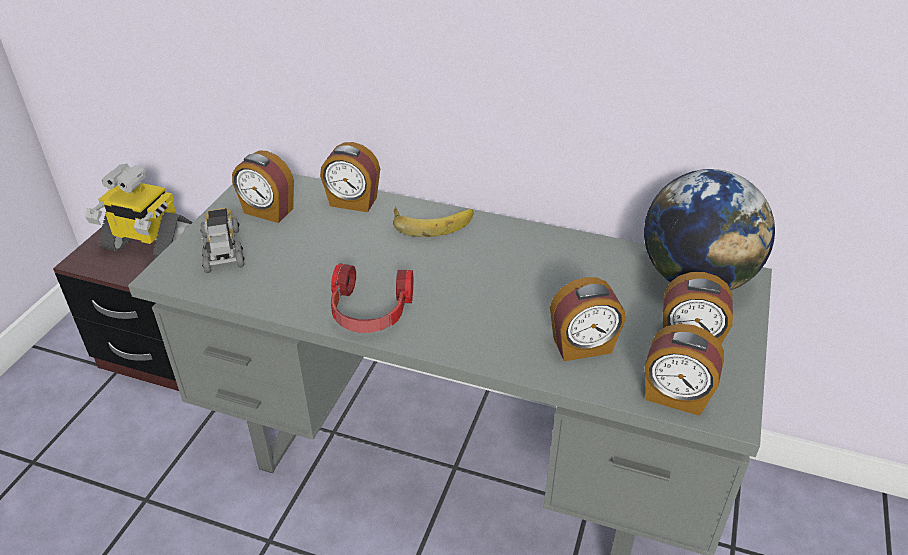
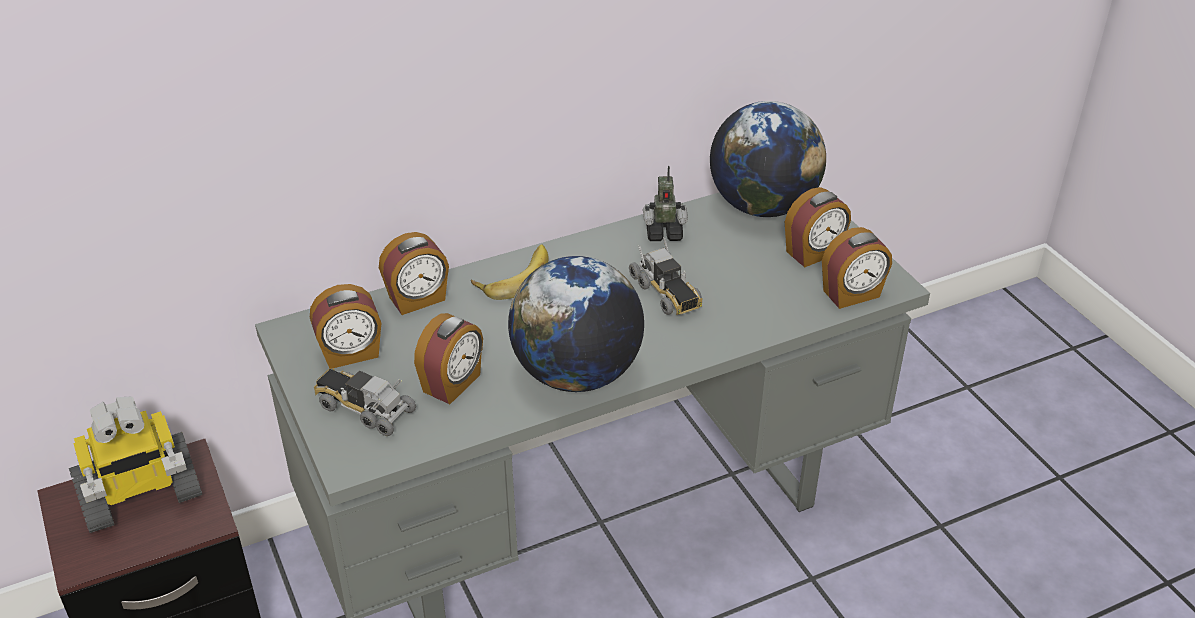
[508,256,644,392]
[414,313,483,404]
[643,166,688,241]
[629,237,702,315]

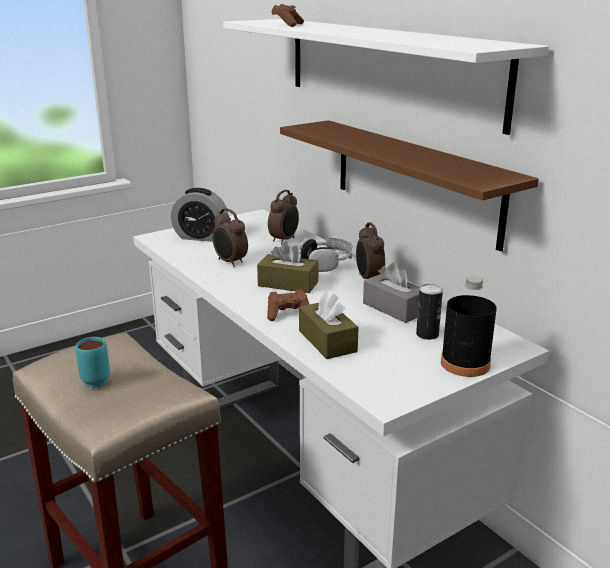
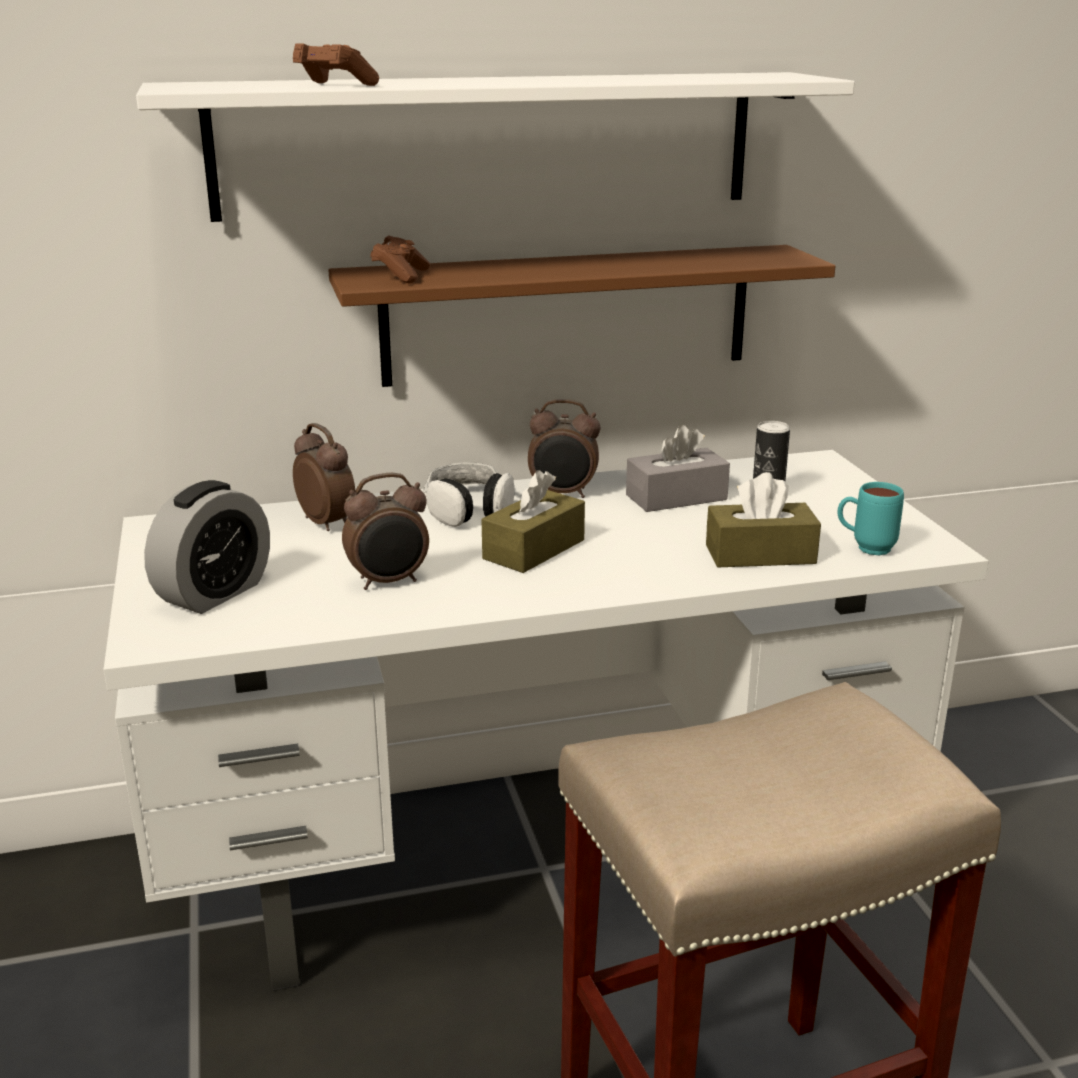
[441,276,497,377] (first image)
[370,235,430,284]
[838,482,904,555]

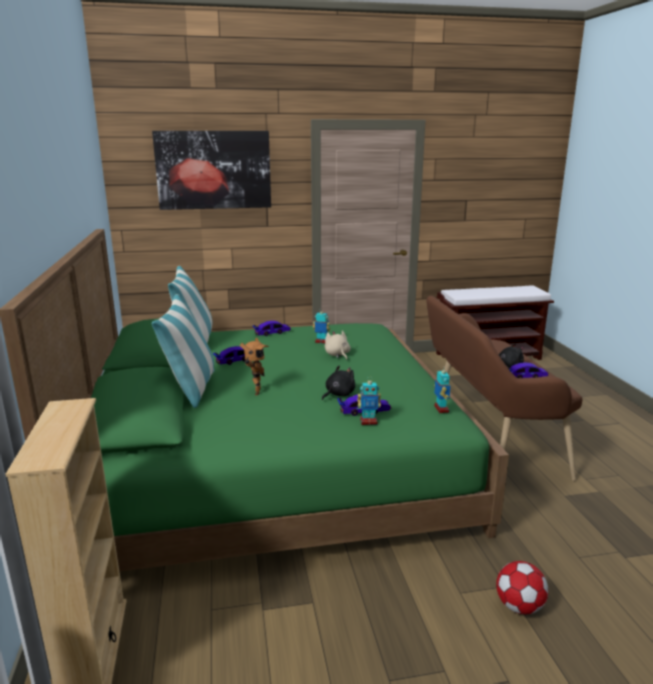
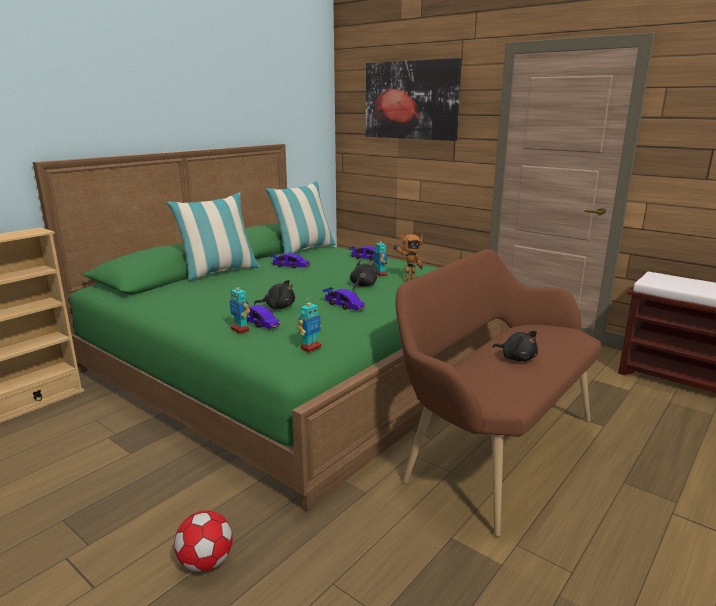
[350,260,377,290]
[393,233,423,282]
[323,287,366,311]

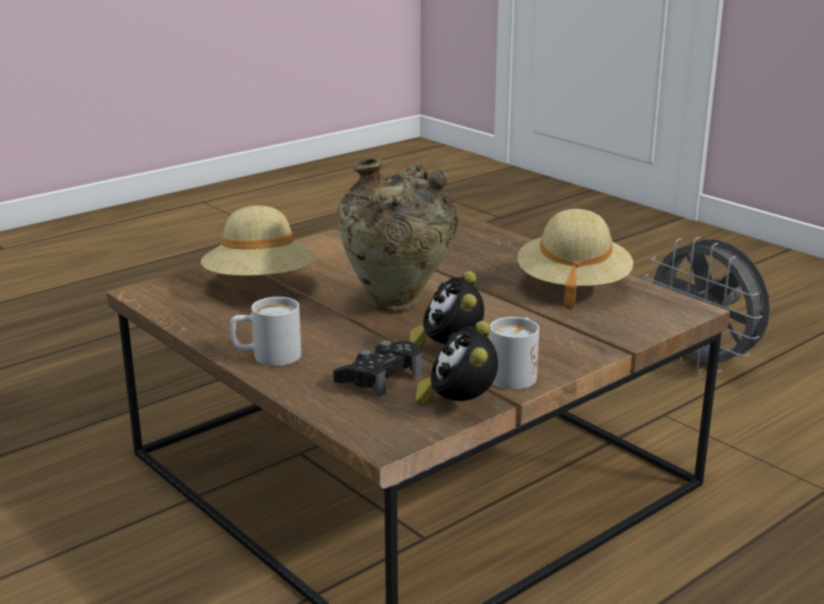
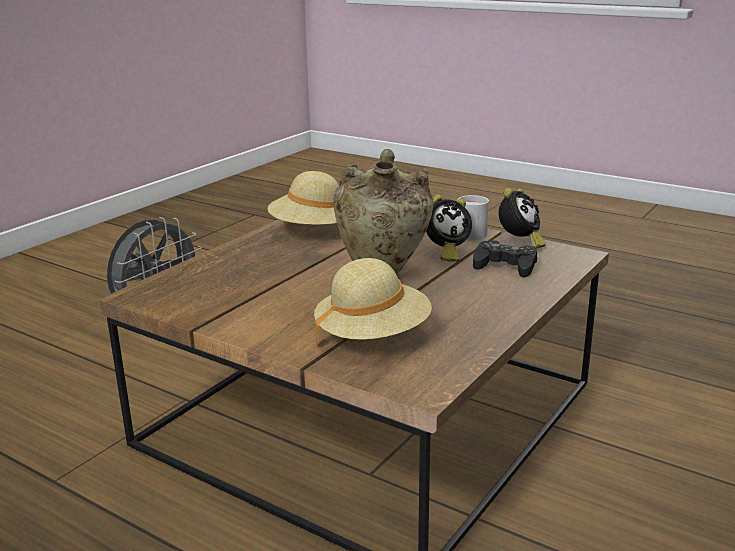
[230,297,301,366] (first image)
[499,188,546,249]

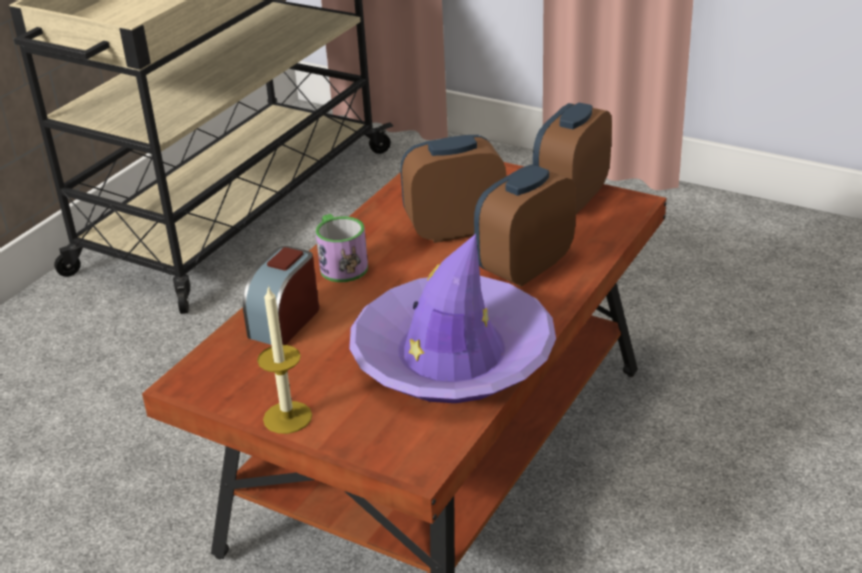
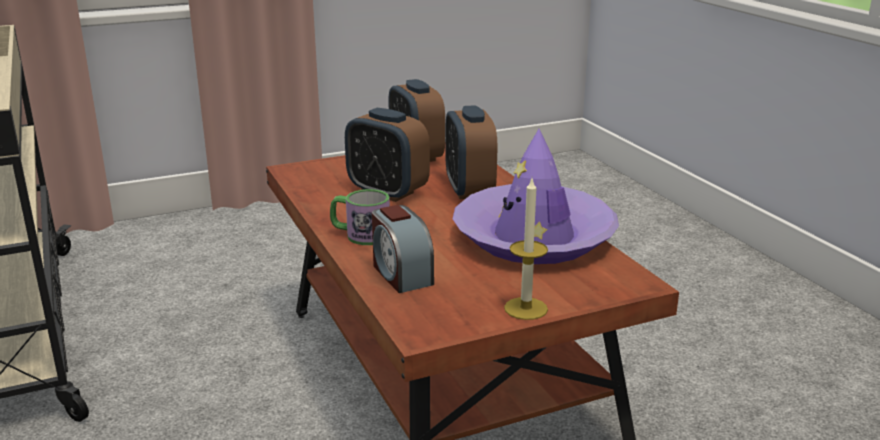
[345,108,430,202]

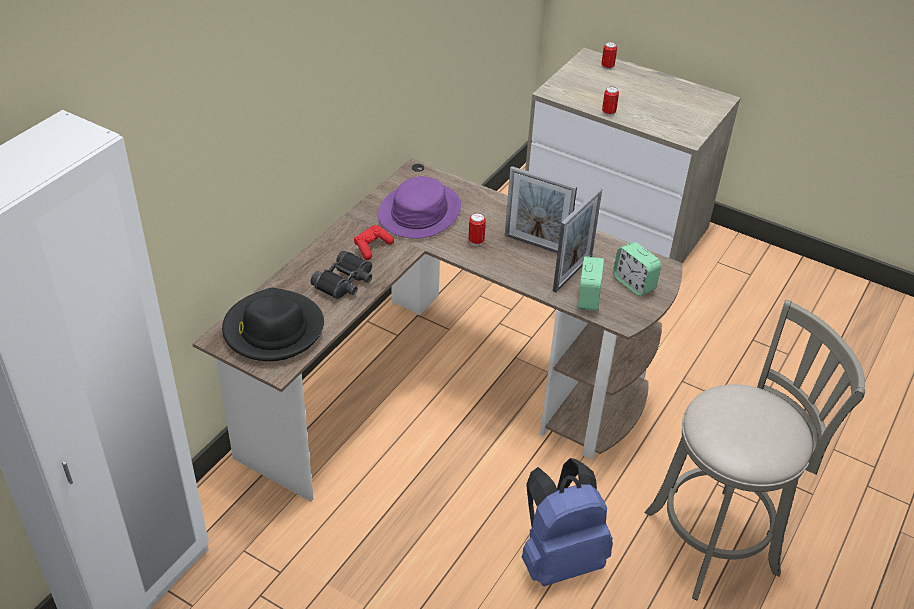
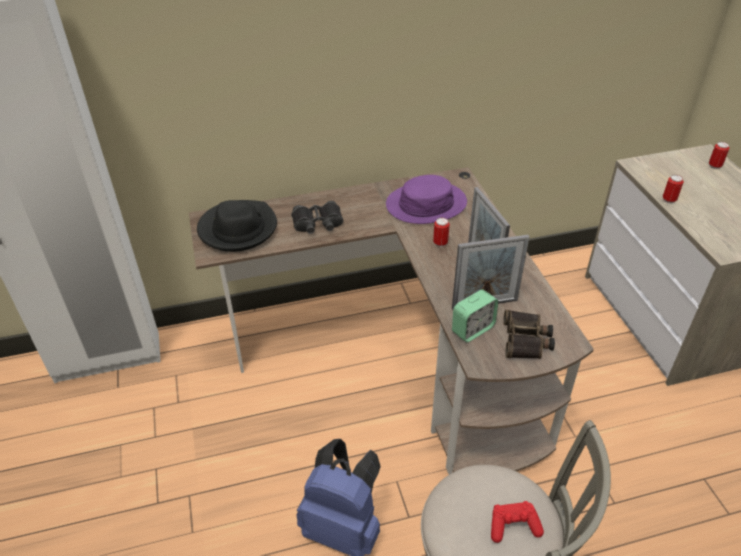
[491,501,544,543]
[503,310,555,359]

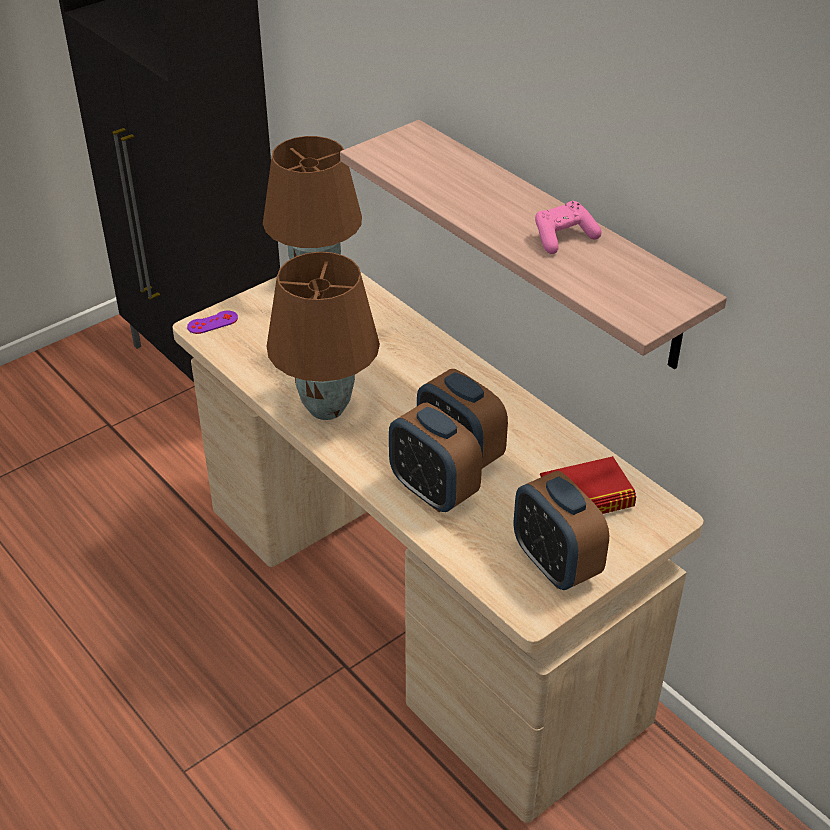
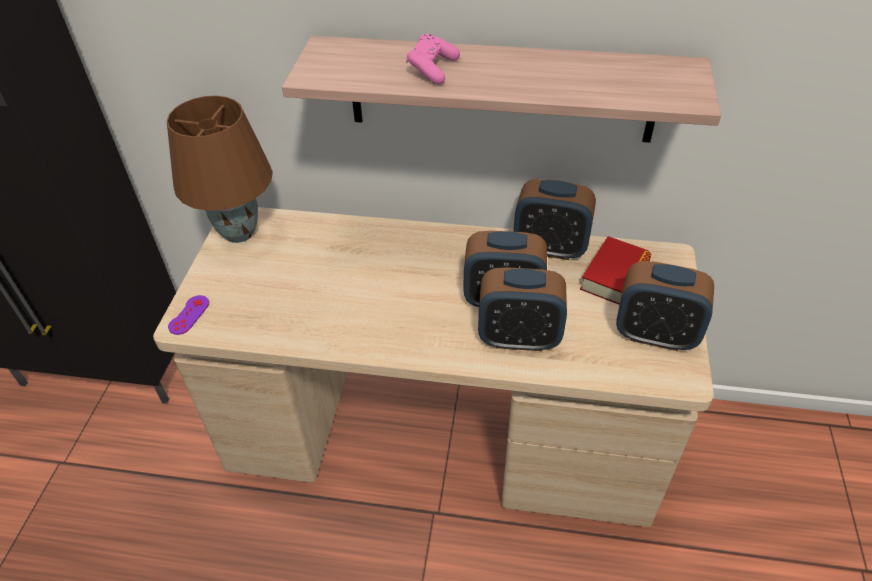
[406,34,460,84]
[266,252,380,420] (first image)
[514,179,596,260]

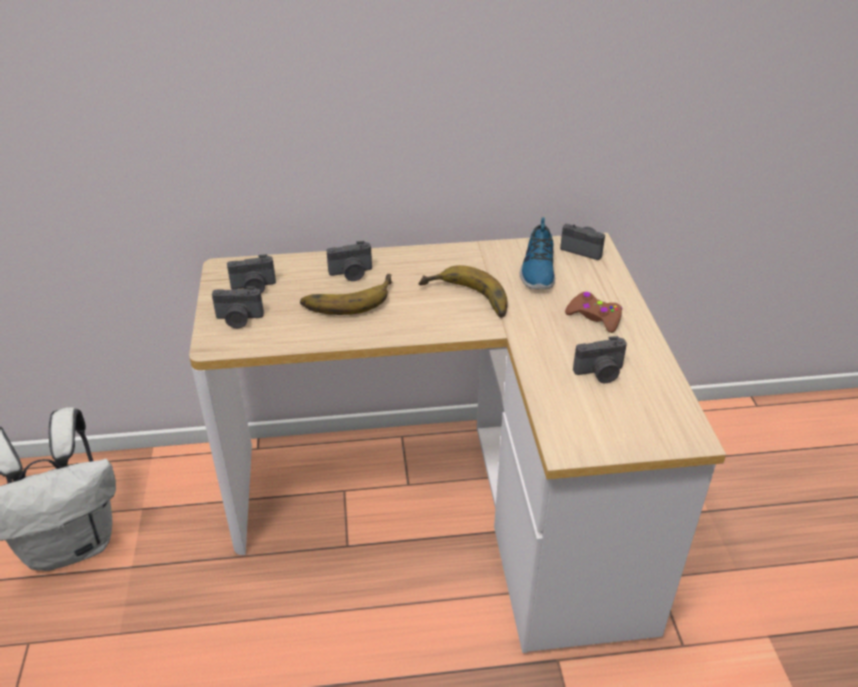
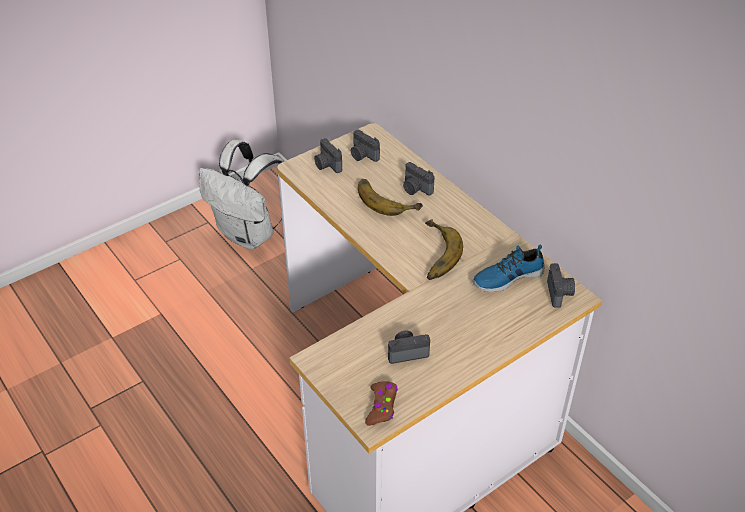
[365,381,398,426]
[388,331,430,364]

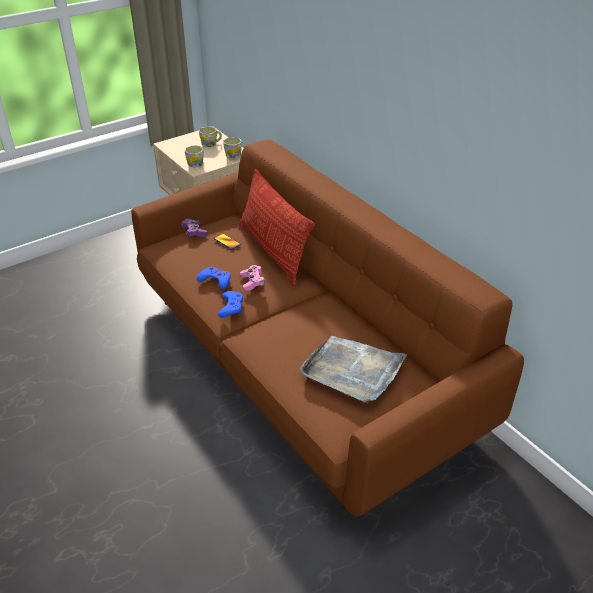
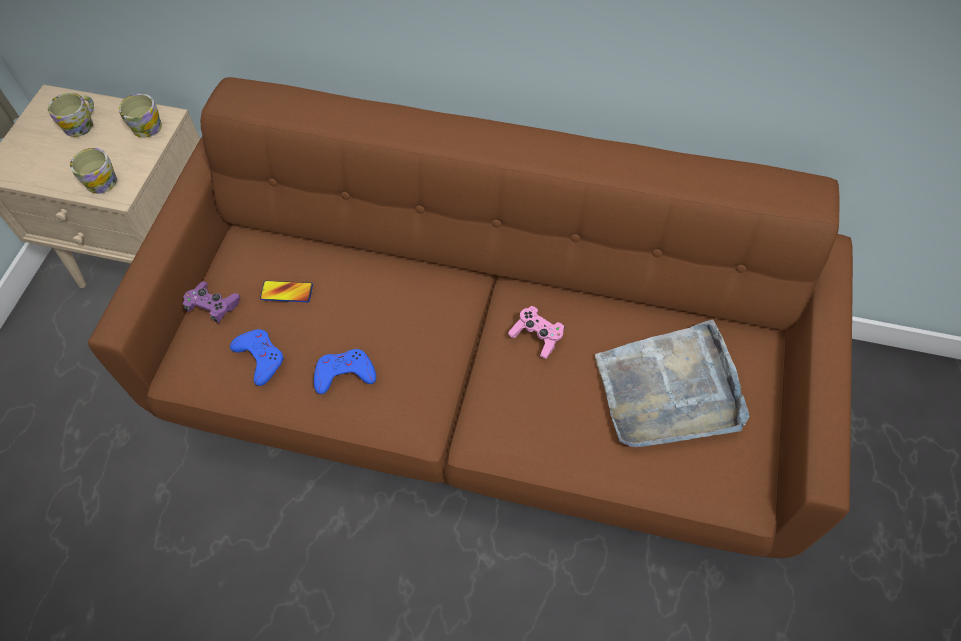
[238,169,315,285] (first image)
[508,306,565,359]
[230,329,284,386]

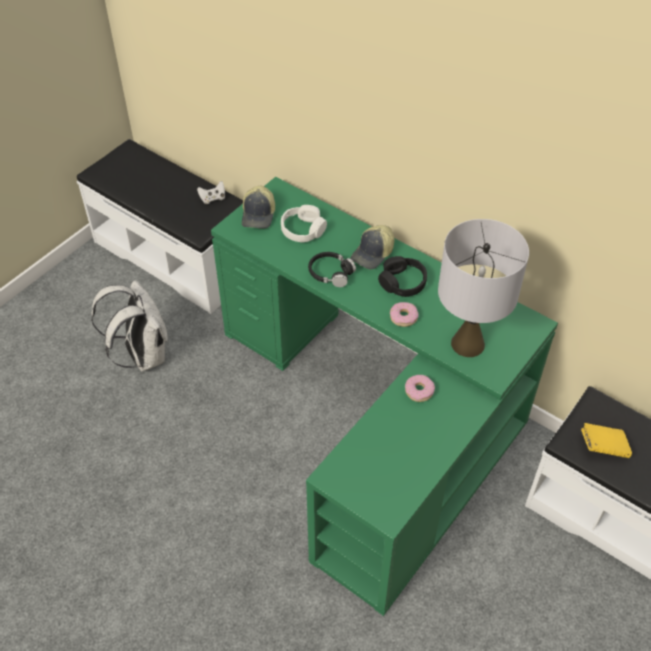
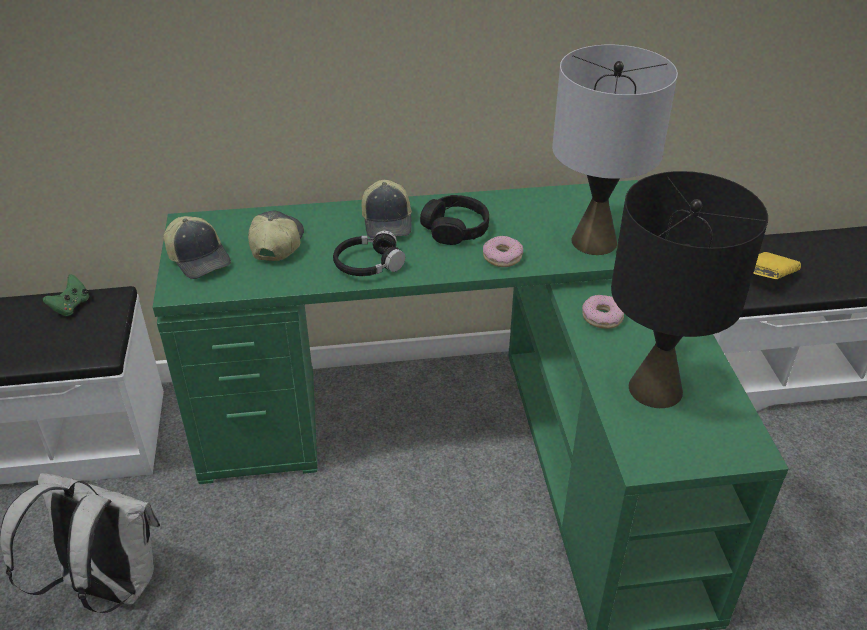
[43,274,89,316]
[248,210,304,261]
[611,171,768,408]

